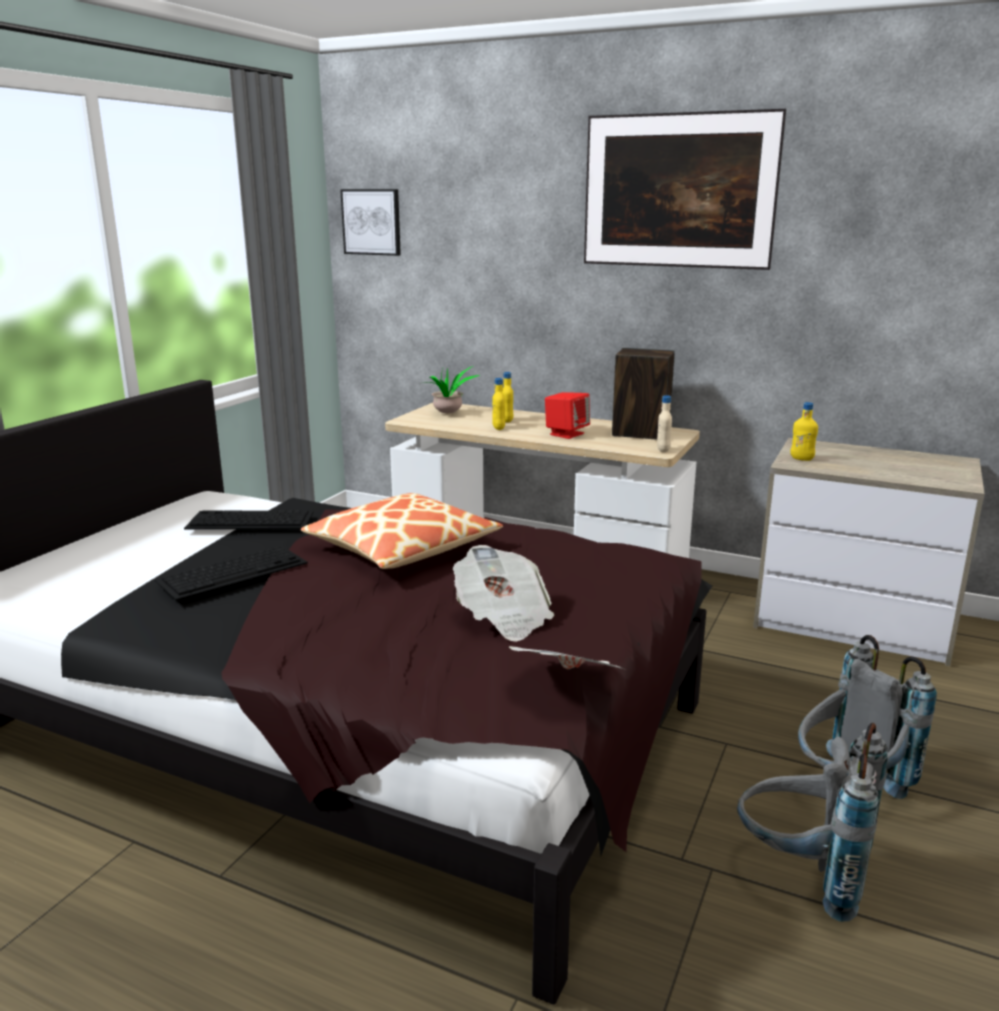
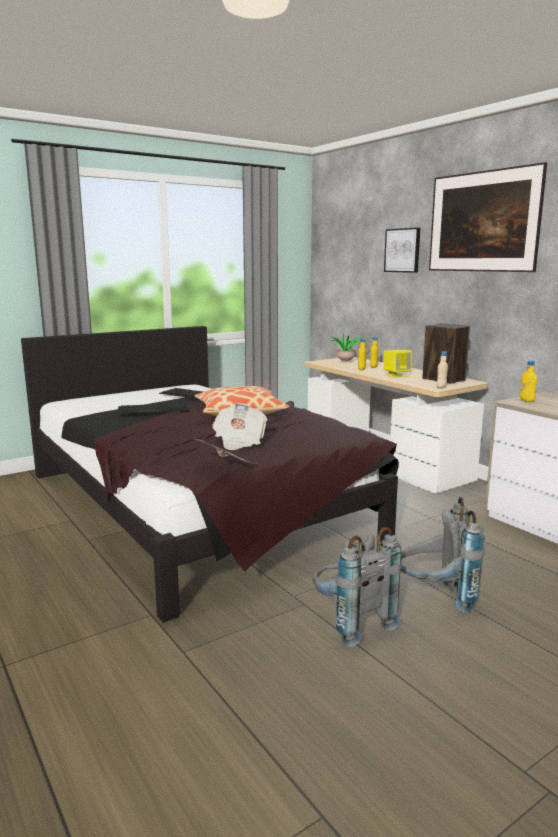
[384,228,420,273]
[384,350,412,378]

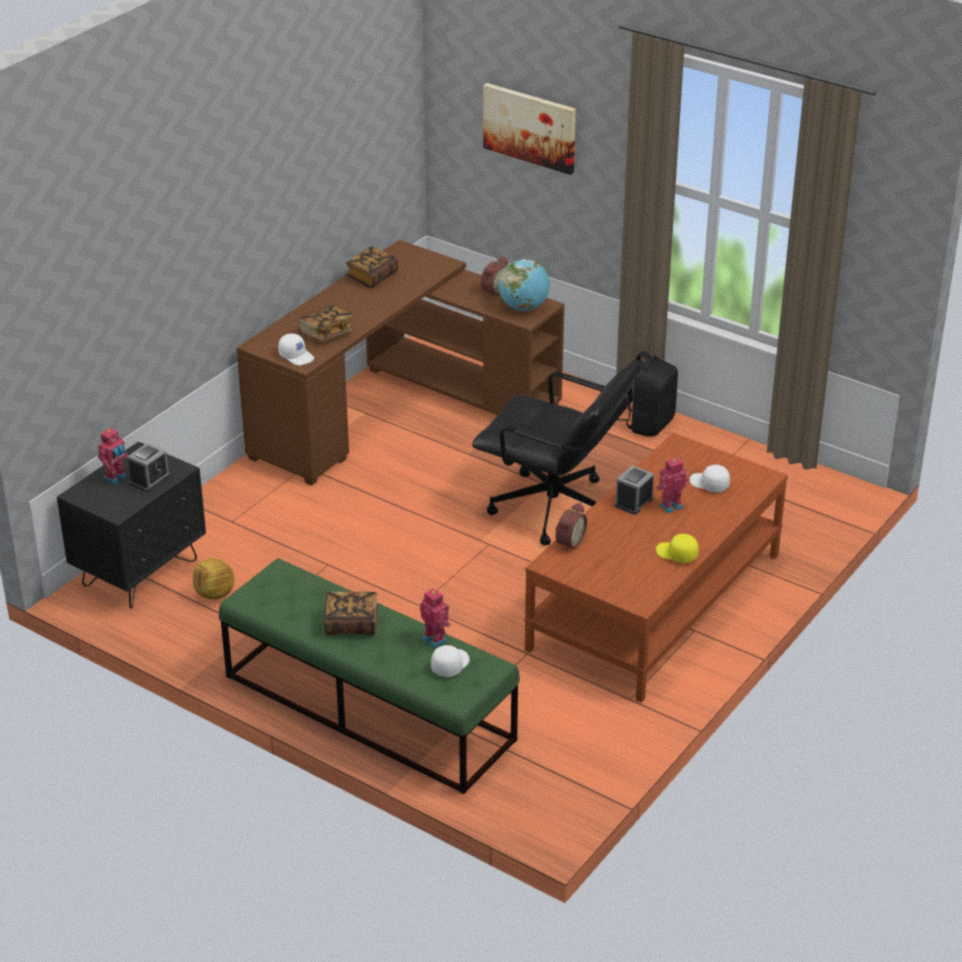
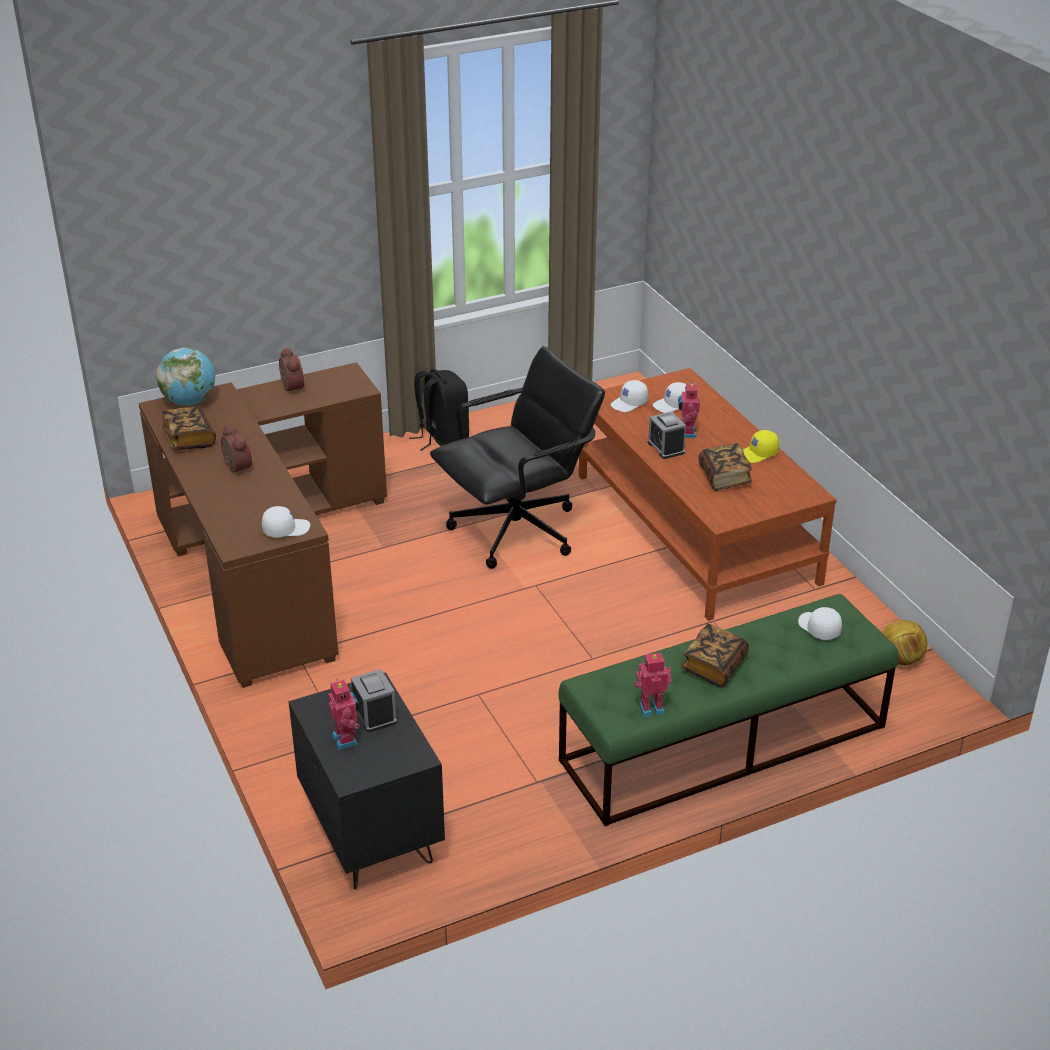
[483,83,576,175] (first image)
[156,347,215,406]
[699,443,752,491]
[221,425,252,474]
[882,620,927,665]
[634,653,672,717]
[611,380,648,412]

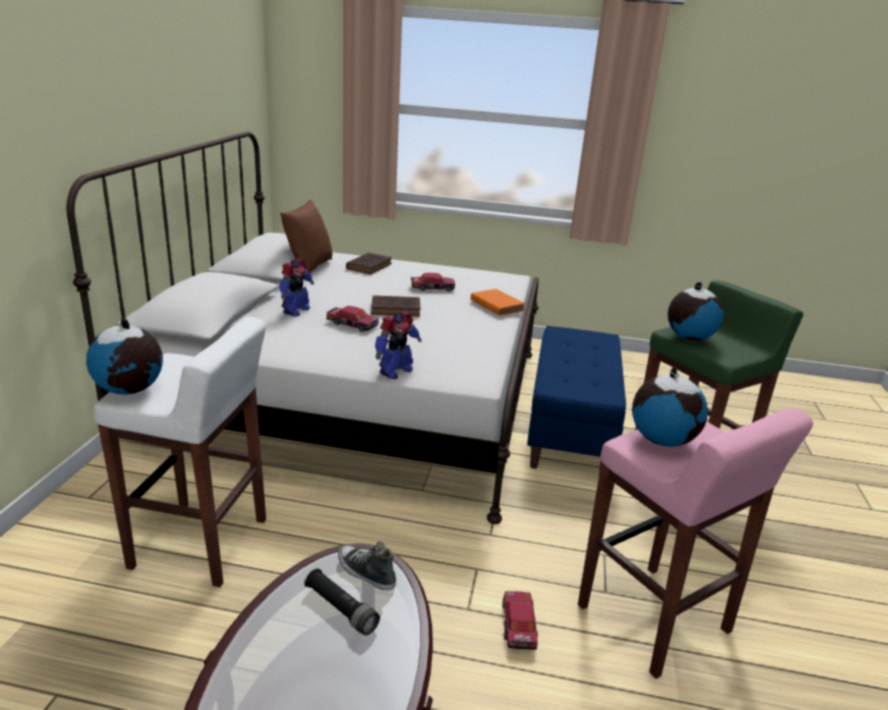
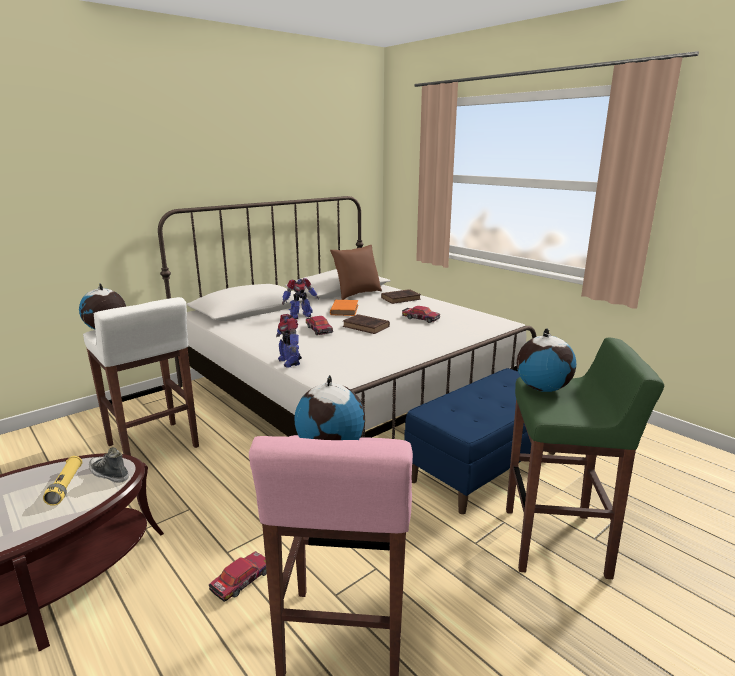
[330,300,358,316]
[276,314,302,368]
[89,447,129,483]
[43,456,82,506]

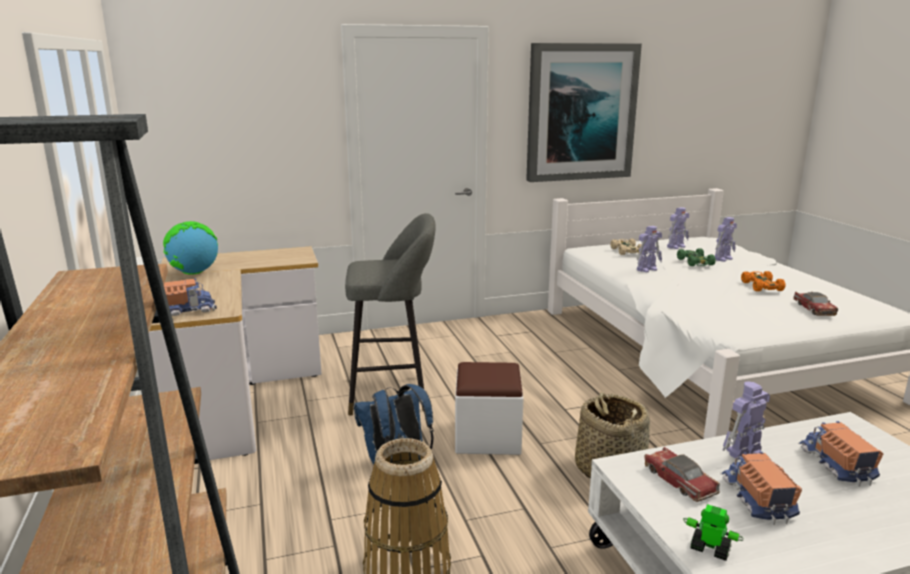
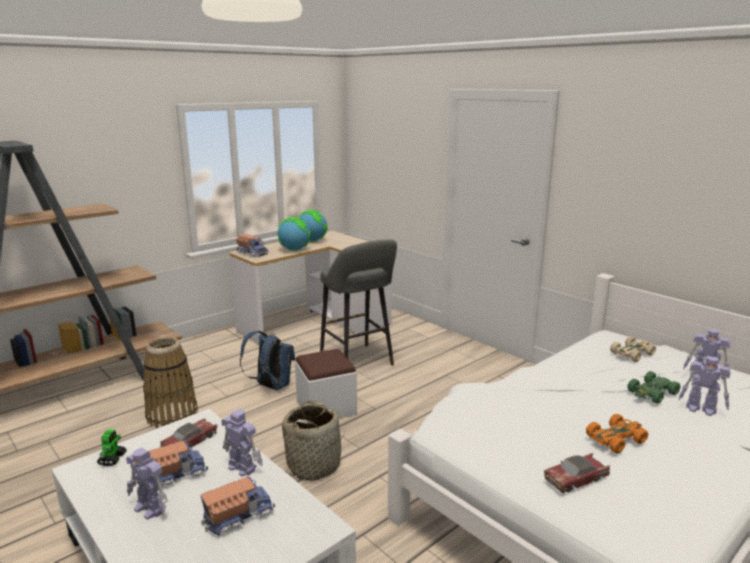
[526,43,642,182] (first image)
[126,448,168,520]
[277,217,311,251]

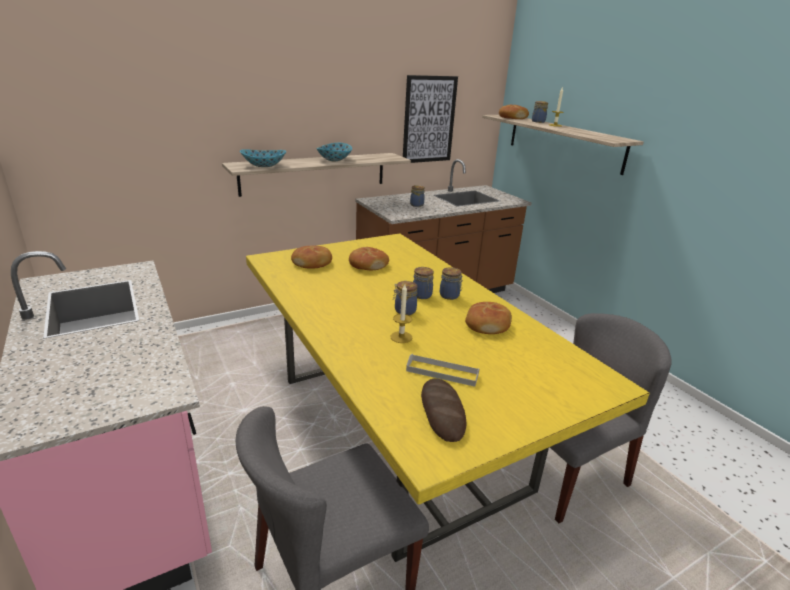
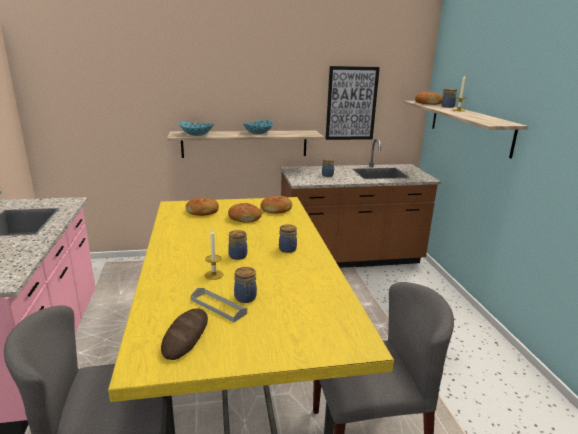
[234,267,257,303]
[260,196,292,214]

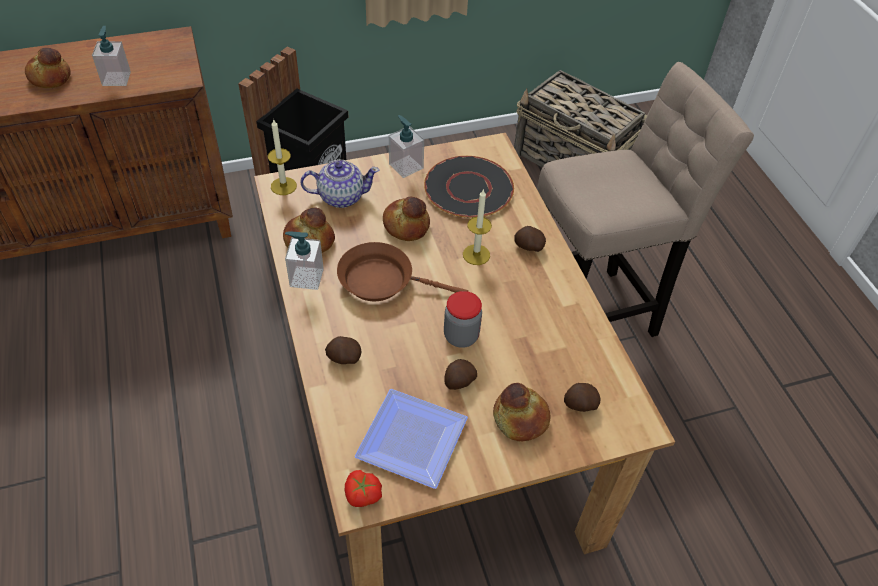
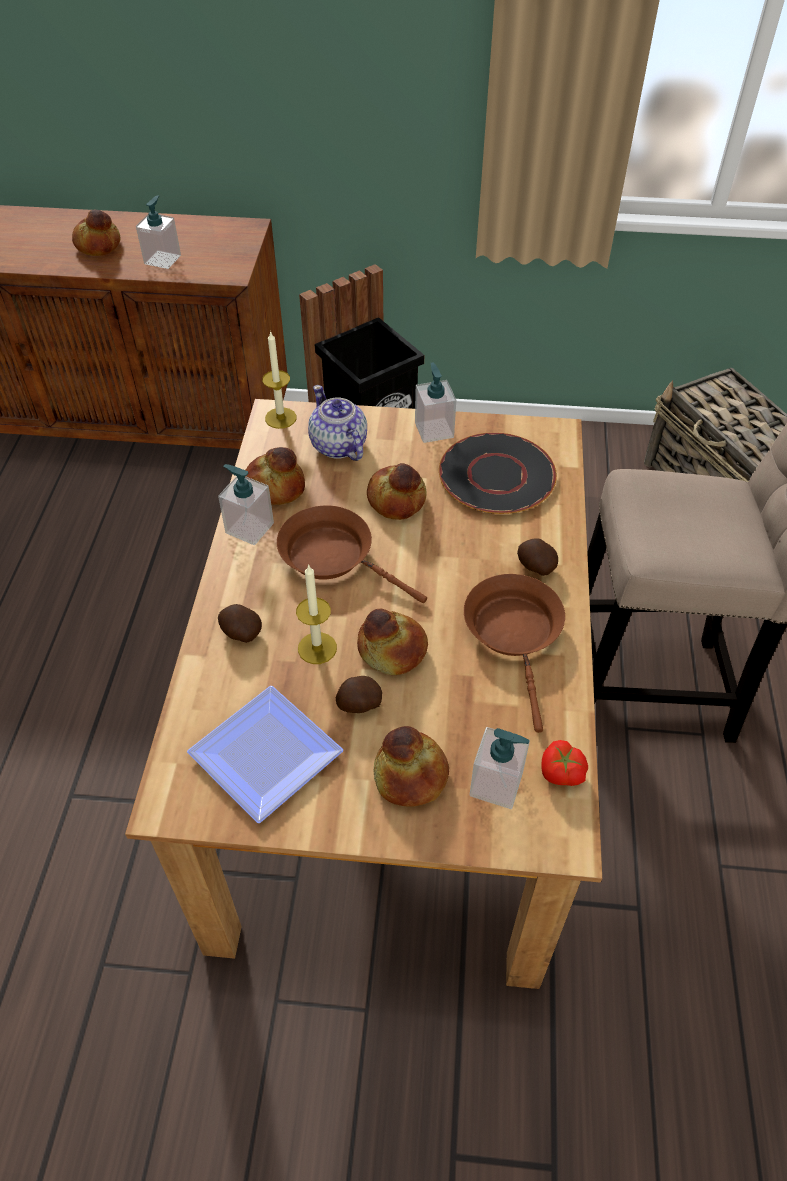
[308,385,367,461]
[296,564,337,664]
[357,609,428,675]
[470,727,530,809]
[541,740,588,786]
[464,574,565,733]

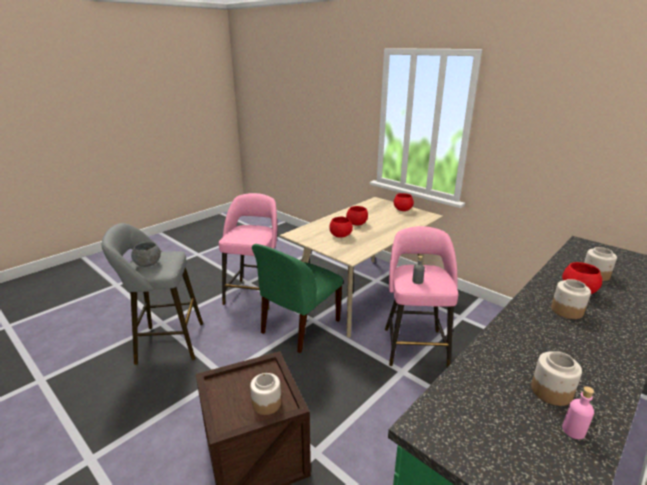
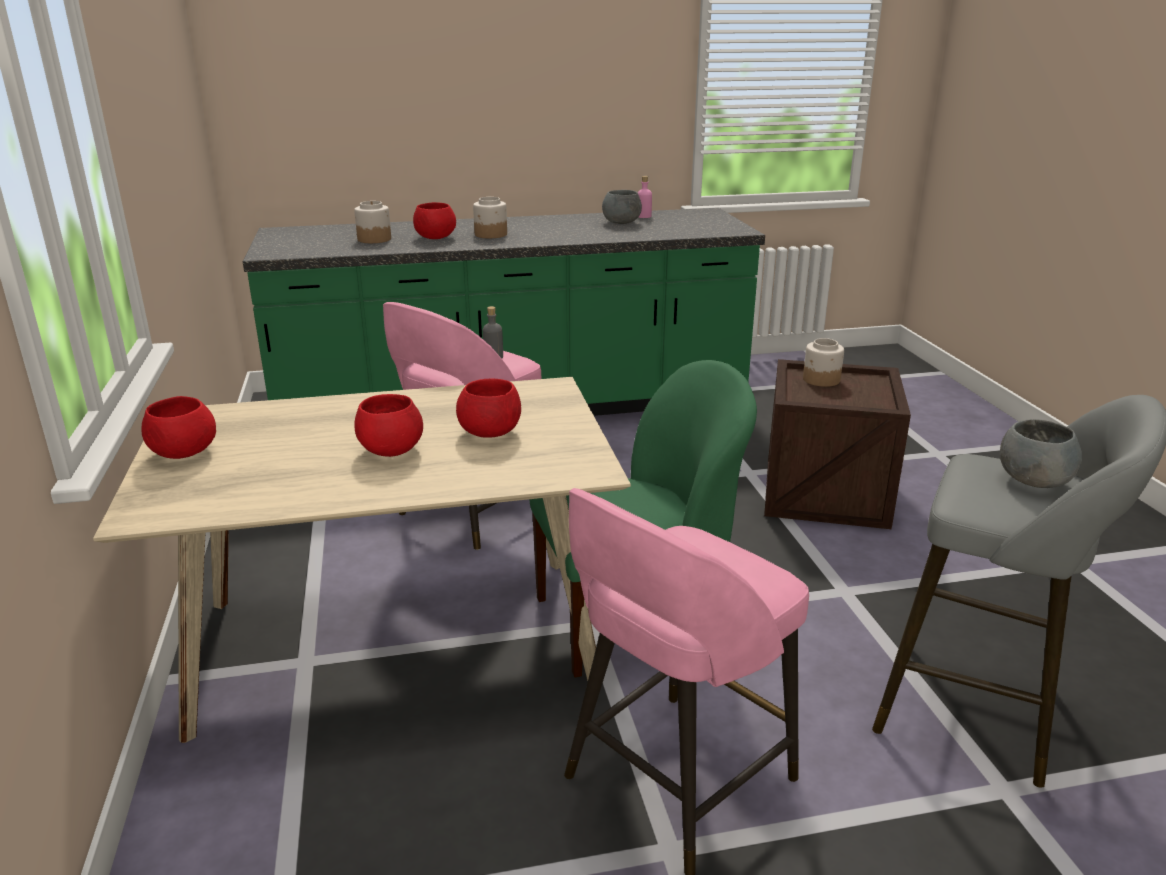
[602,190,642,224]

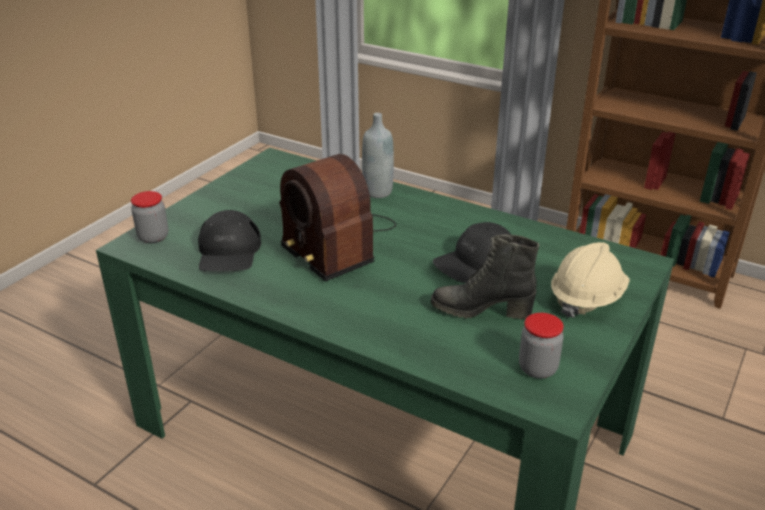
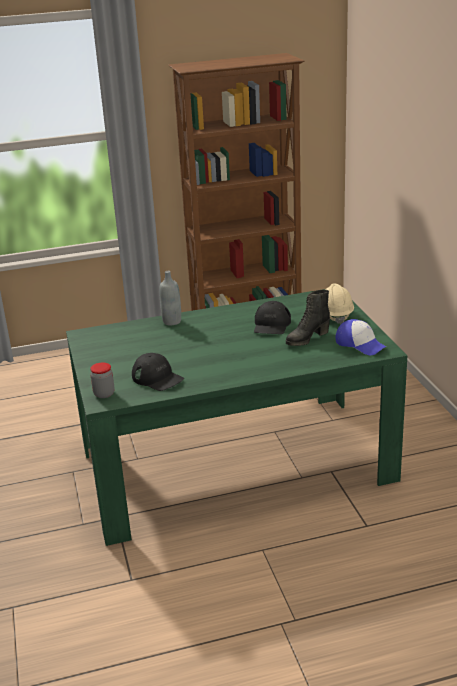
[279,154,396,281] (first image)
[336,319,387,355]

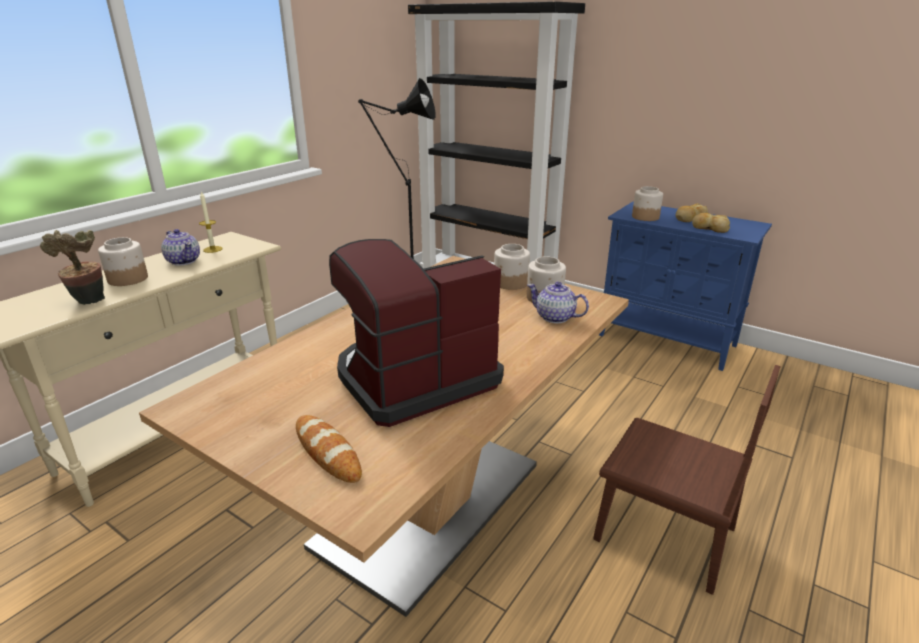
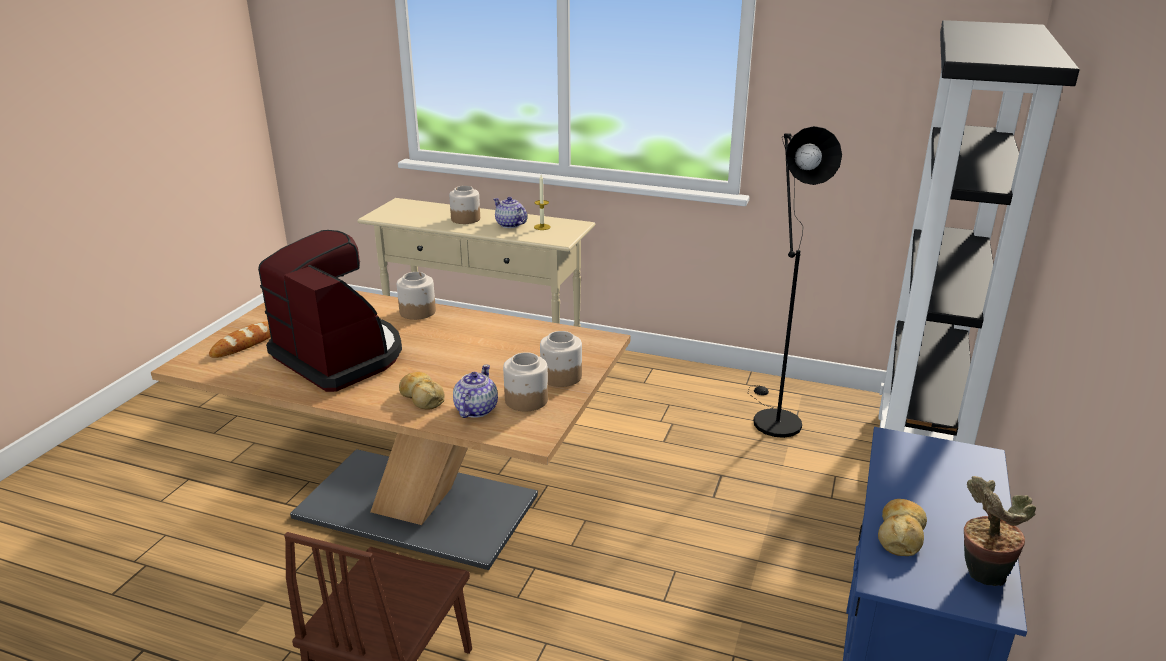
[397,272,436,320]
[399,372,445,410]
[494,197,527,228]
[964,476,1036,586]

